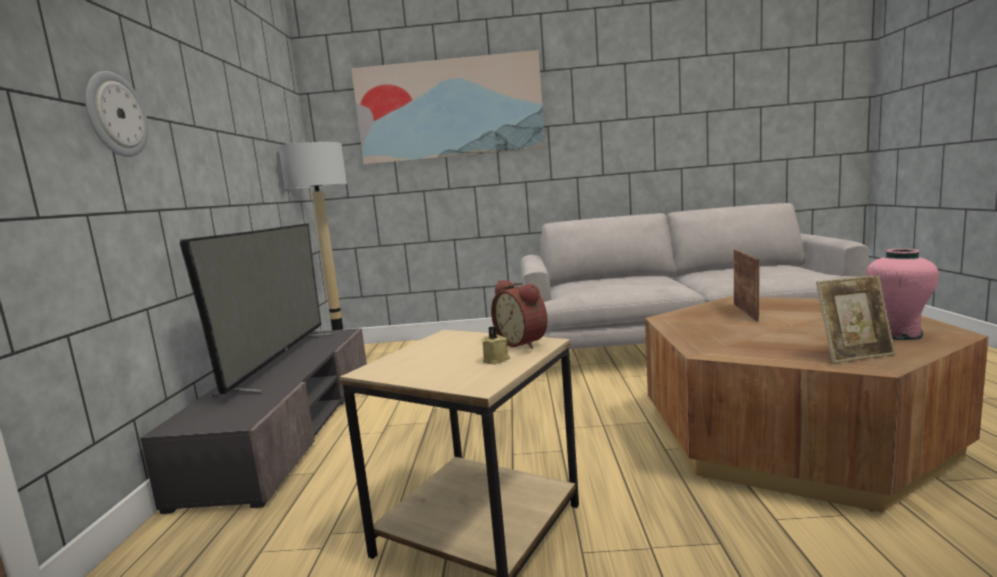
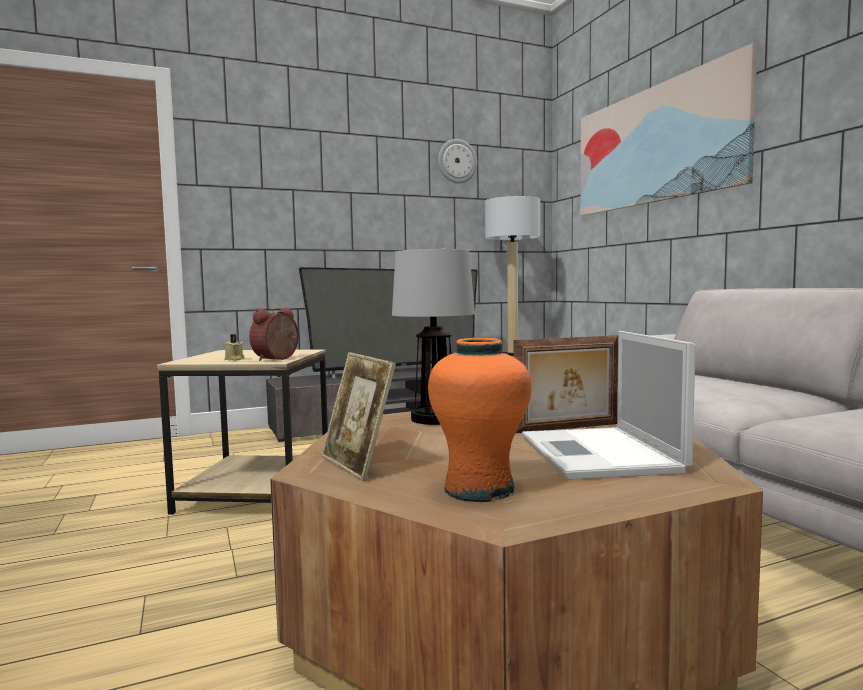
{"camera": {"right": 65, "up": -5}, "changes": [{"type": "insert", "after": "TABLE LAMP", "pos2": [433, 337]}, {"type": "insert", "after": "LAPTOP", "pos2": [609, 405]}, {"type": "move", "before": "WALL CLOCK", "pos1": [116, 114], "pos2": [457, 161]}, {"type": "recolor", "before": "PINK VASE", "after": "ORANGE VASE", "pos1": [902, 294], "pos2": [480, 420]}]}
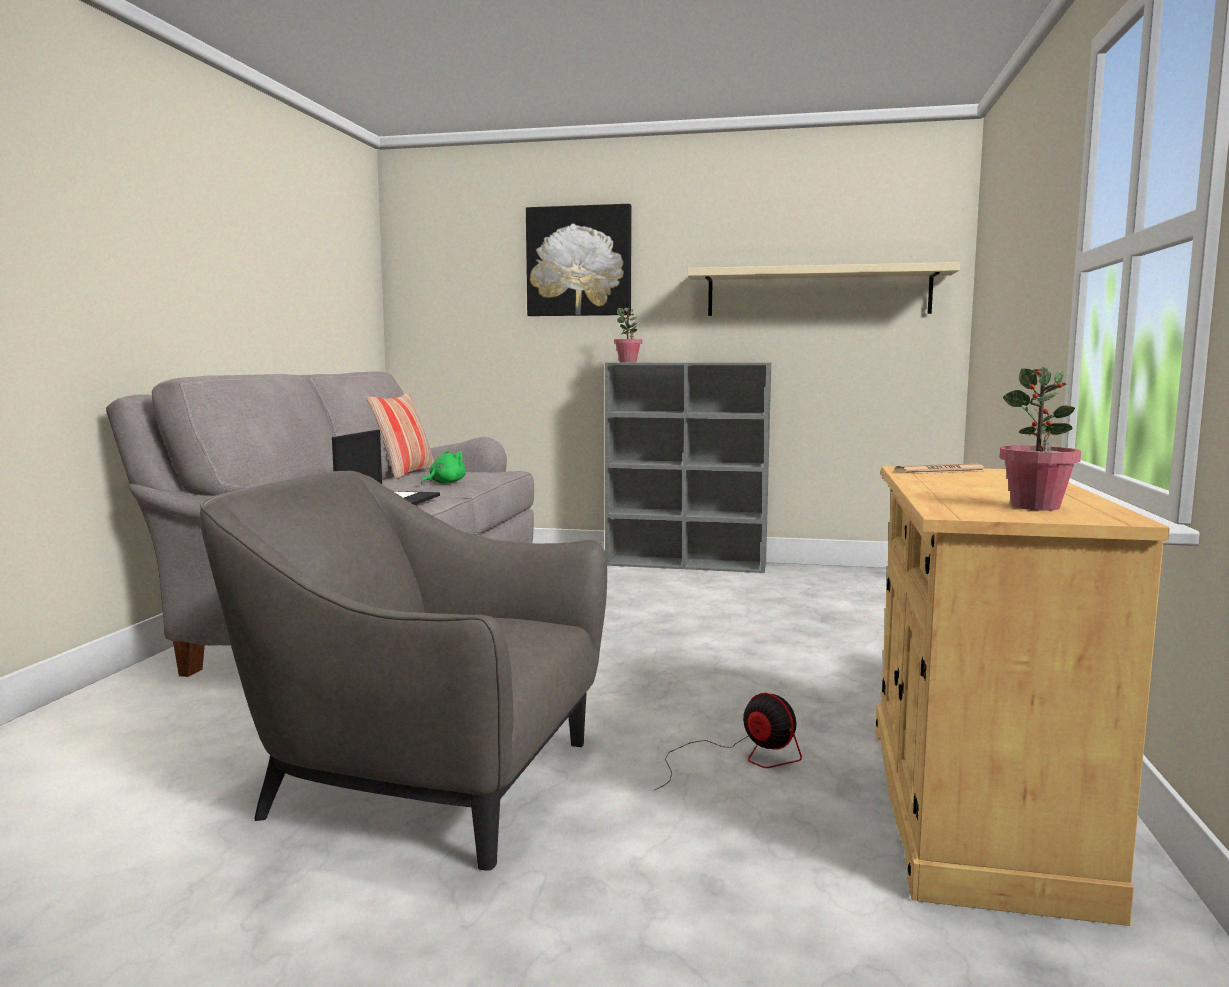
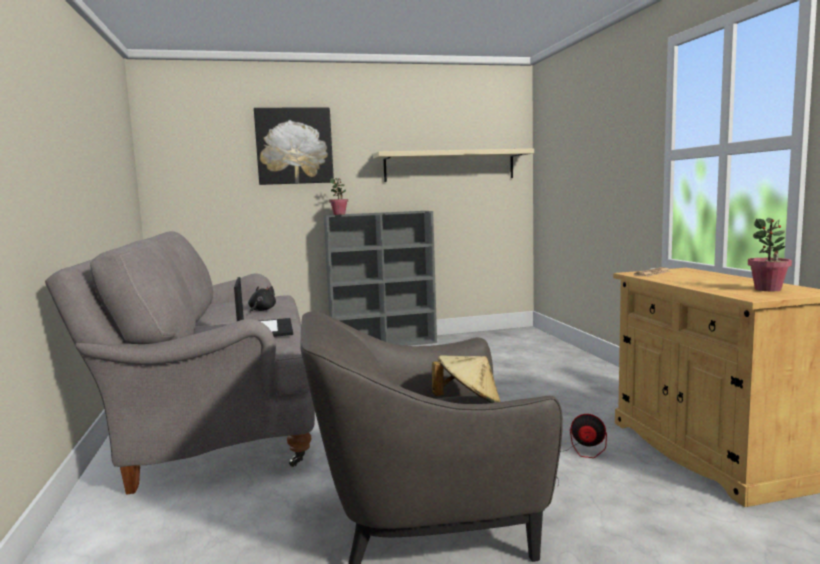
{"camera": {"right": -25, "up": 0}, "changes": [{"type": "delete", "before": "PILLOW", "pos1": [400, 436]}, {"type": "insert", "after": "BEIGE HAT", "pos2": [466, 379]}, {"type": "recolor", "before": "GREEN PLUSH TOY", "after": "BLACK PLUSH TOY", "pos1": [443, 467], "pos2": [262, 299]}]}
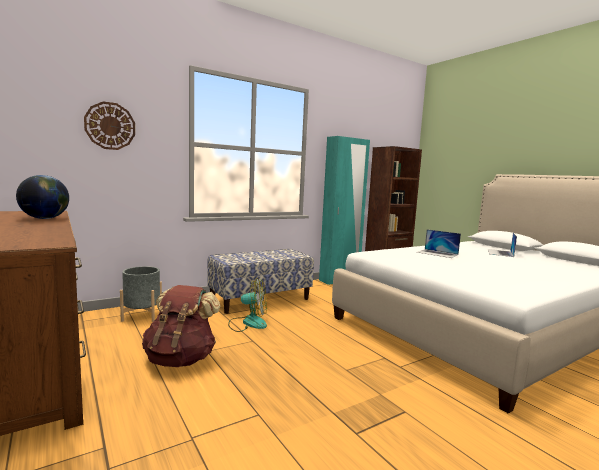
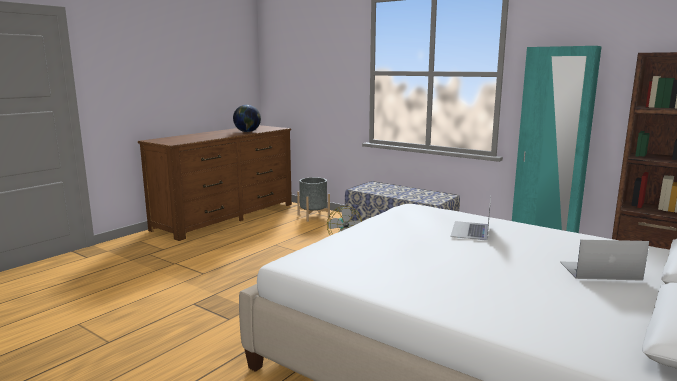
{"camera": {"right": 70, "up": 5}, "changes": [{"type": "delete", "before": "WALL CLOCK", "pos1": [109, 125]}, {"type": "delete", "before": "BROWN BACKPACK", "pos1": [181, 326]}]}
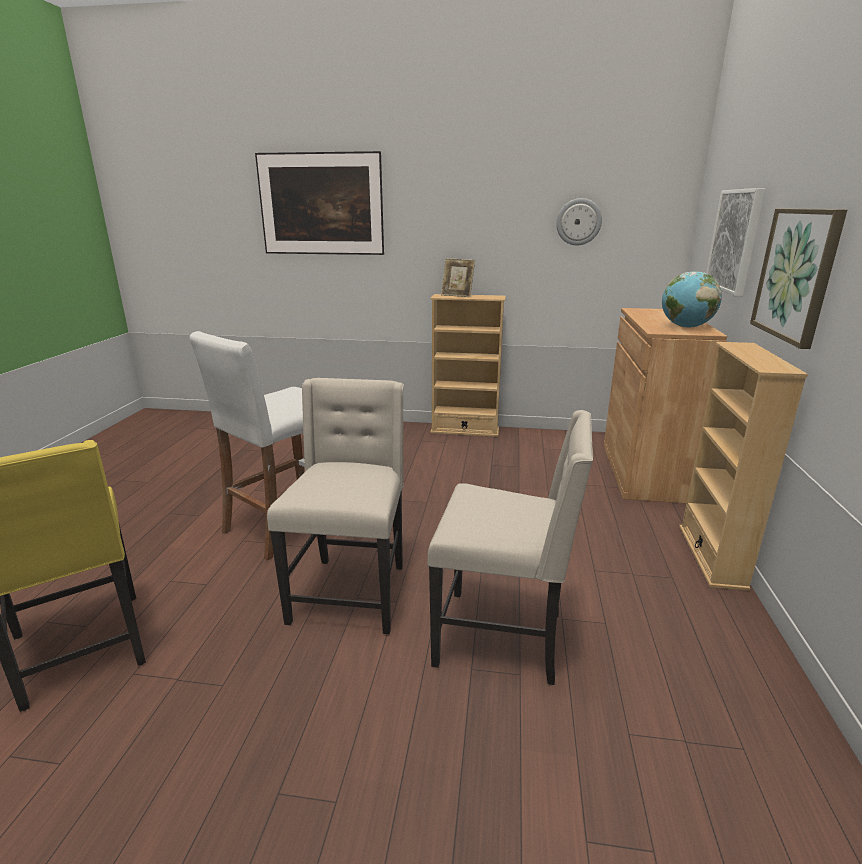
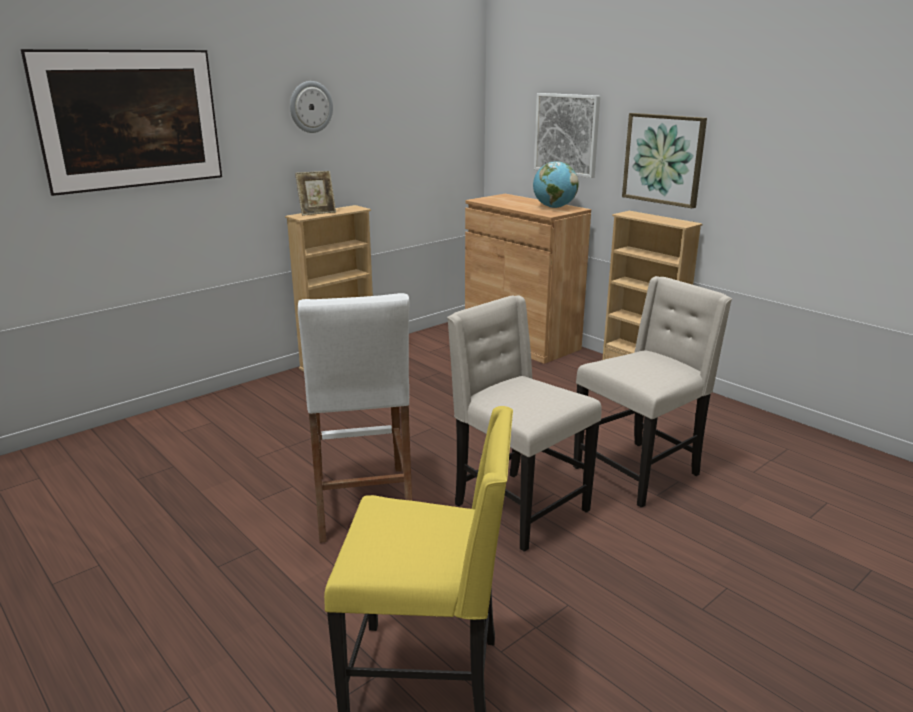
{"camera": {"right": -50, "up": 0}, "changes": [{"type": "move", "before": "WALL CLOCK", "pos1": [579, 221], "pos2": [311, 107]}]}
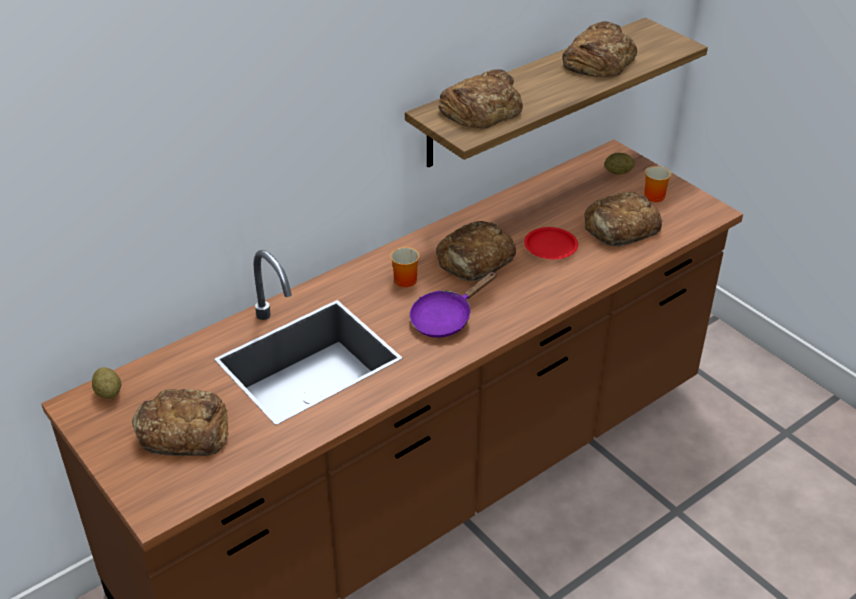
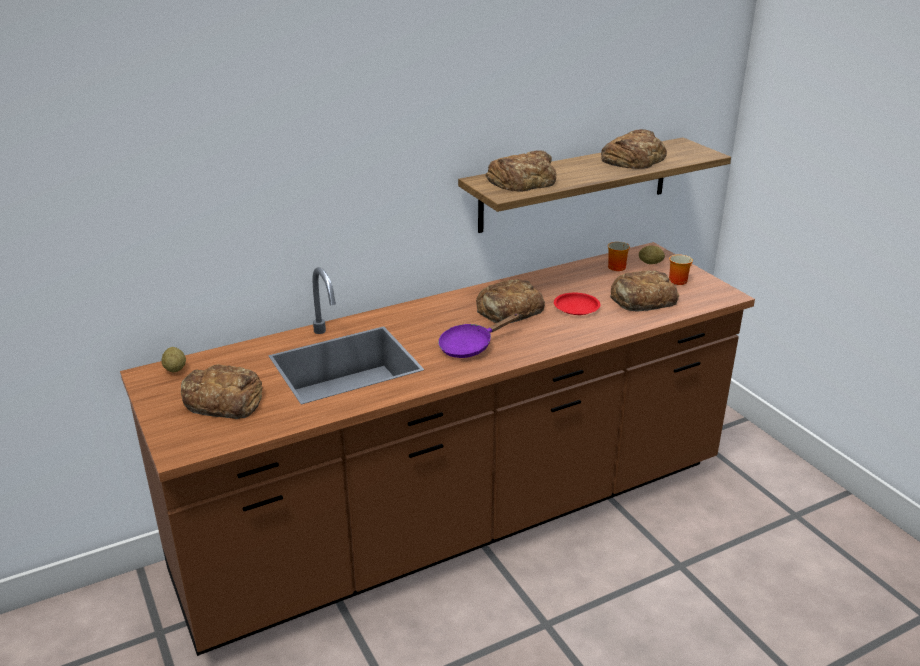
{"camera": {"right": 10, "up": -10}, "changes": [{"type": "move", "before": "MUG", "pos1": [405, 267], "pos2": [619, 256]}]}
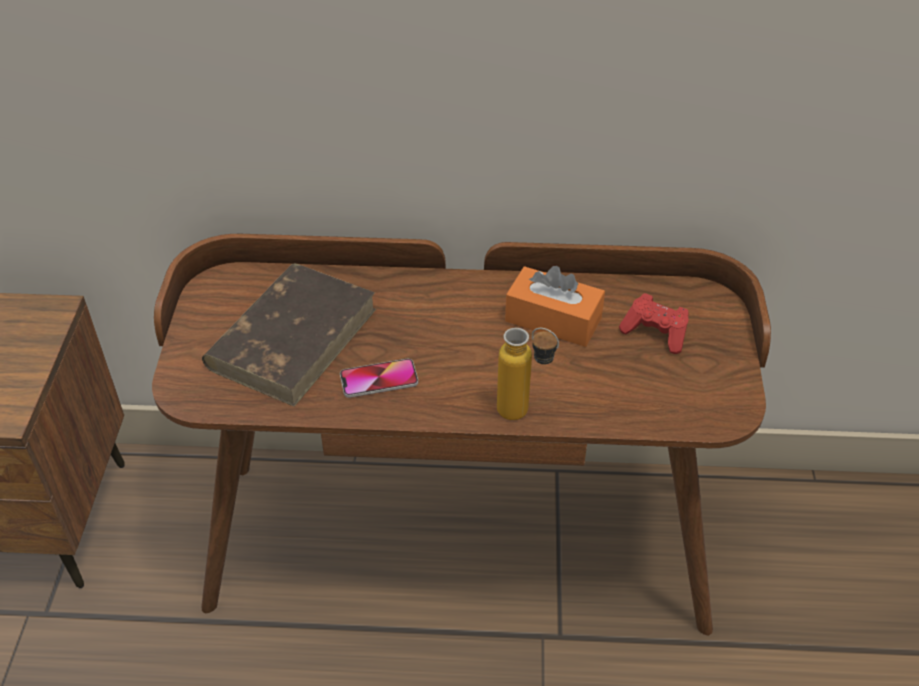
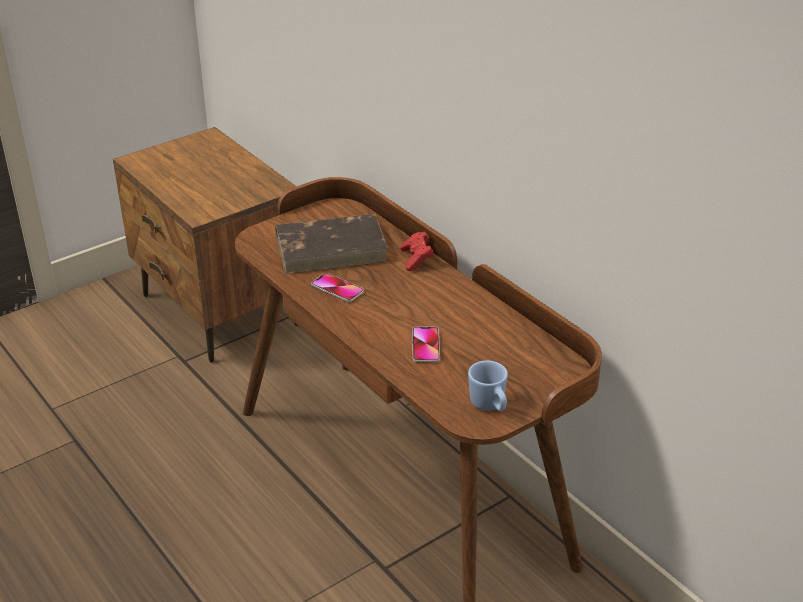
{"camera": {"right": 50, "up": -10}, "changes": [{"type": "delete", "before": "BOTTLE", "pos1": [528, 374]}, {"type": "delete", "before": "ORANGE TISSUE BOX", "pos1": [555, 306]}, {"type": "insert", "after": "PHONE", "pos2": [426, 345]}, {"type": "insert", "after": "BLUE MUG", "pos2": [488, 386]}, {"type": "move", "before": "RED GAME CONTROLLER", "pos1": [654, 323], "pos2": [417, 251]}]}
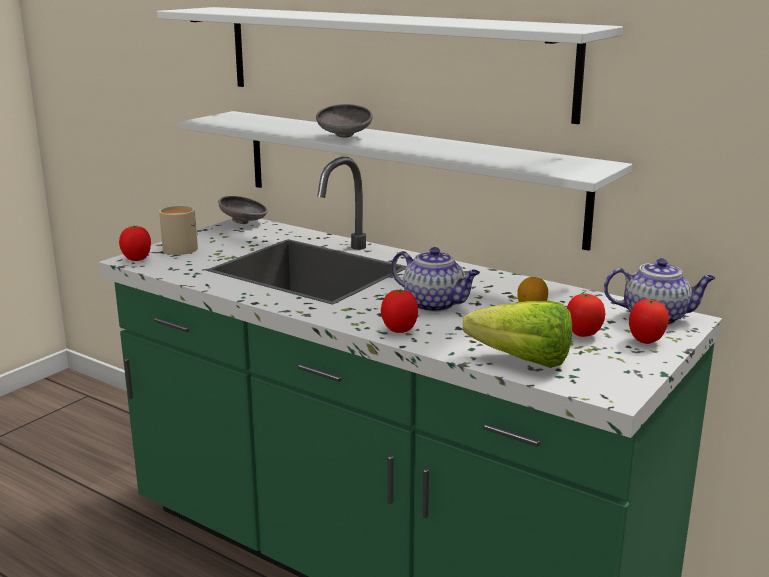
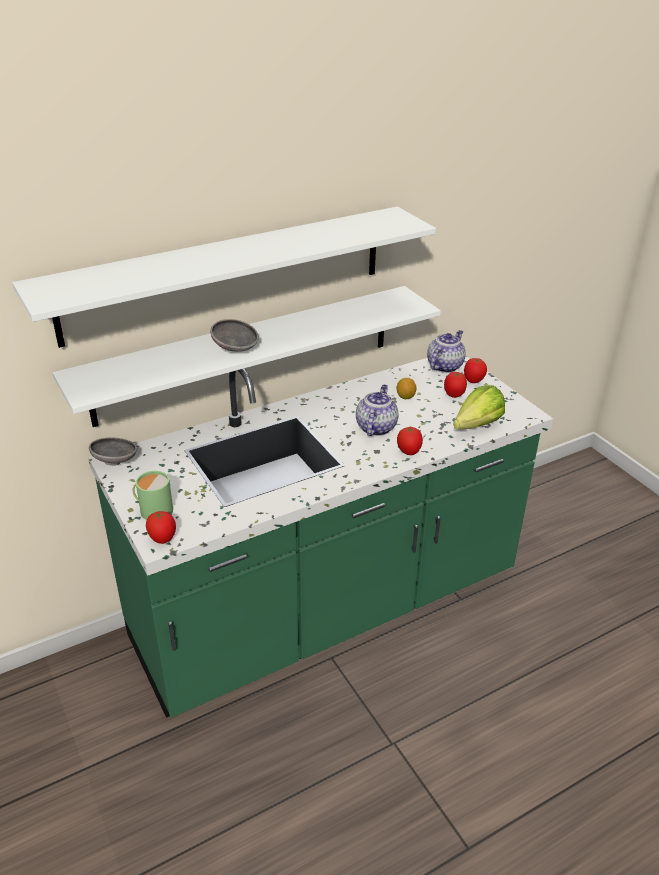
{"camera": {"right": -65, "up": 15}, "changes": [{"type": "recolor", "before": "BEIGE MUG", "after": "GREEN MUG", "pos1": [178, 230], "pos2": [153, 495]}, {"type": "rotate", "before": "TEAPOT", "pos1": [435, 279], "pos2": [377, 410], "turn": -45}]}
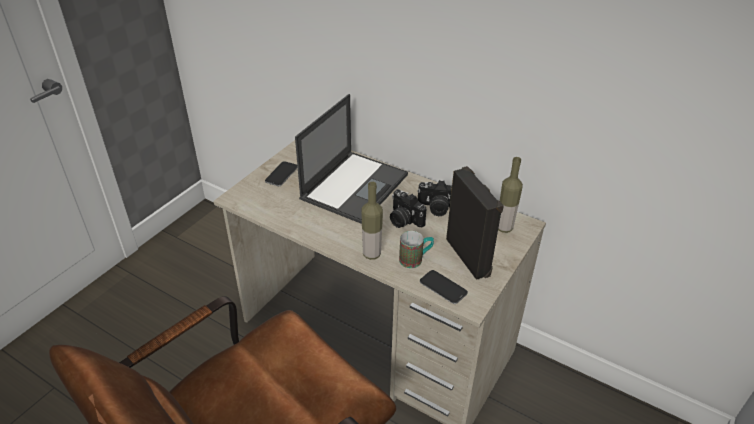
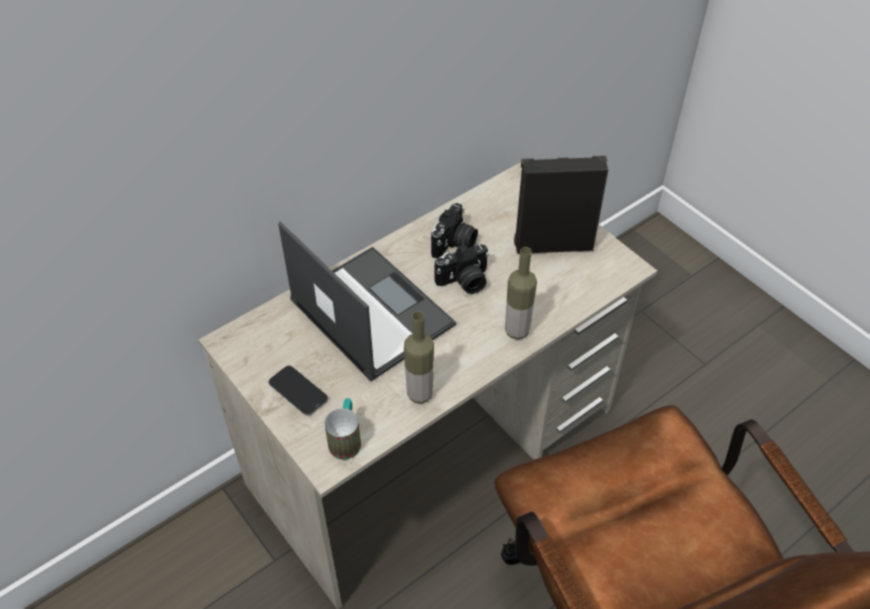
{"camera": {"right": -70, "up": 10}, "changes": [{"type": "delete", "before": "PHONE", "pos1": [444, 287]}, {"type": "move", "before": "MUG", "pos1": [416, 249], "pos2": [343, 429]}, {"type": "move", "before": "BOTTLE", "pos1": [510, 195], "pos2": [419, 357]}]}
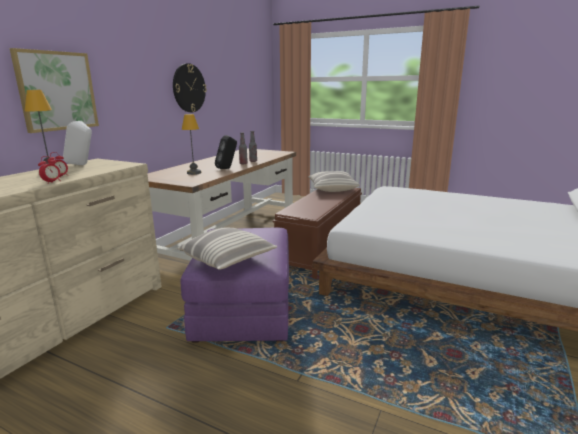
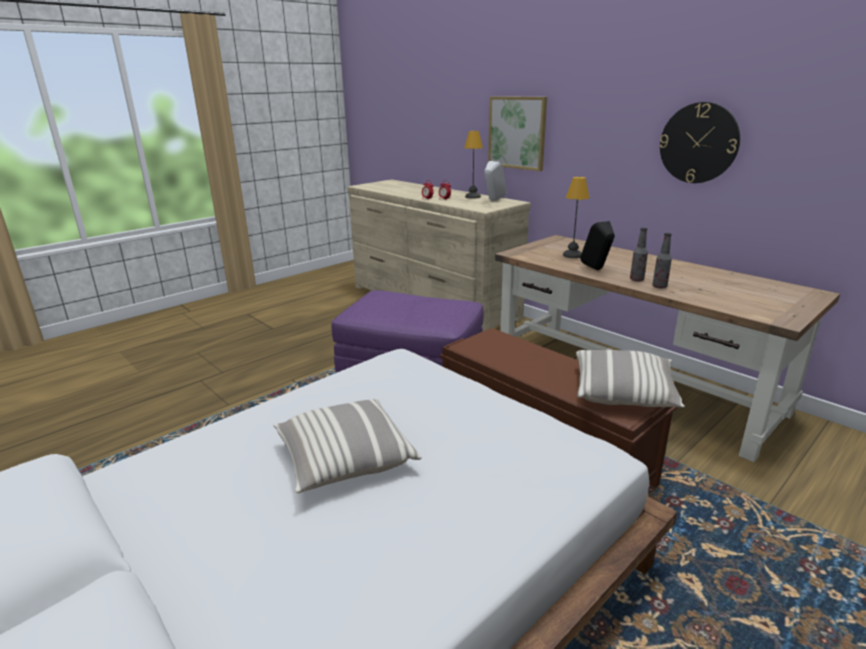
{"camera": {"right": 110, "up": 5}, "changes": [{"type": "move", "before": "PILLOW", "pos1": [227, 248], "pos2": [347, 446]}]}
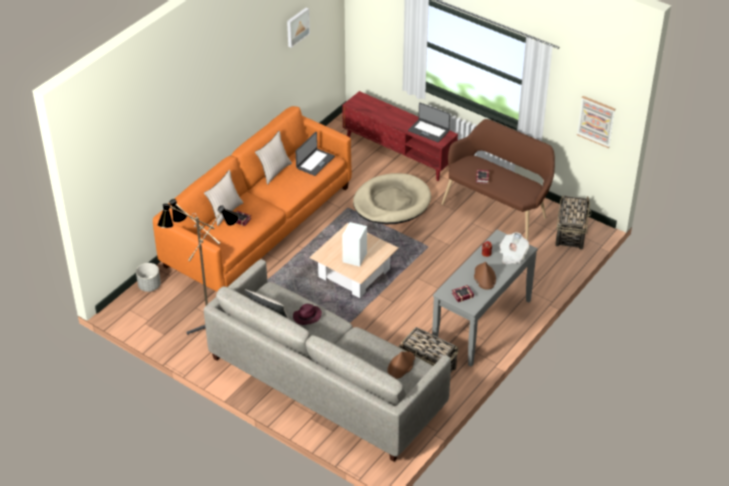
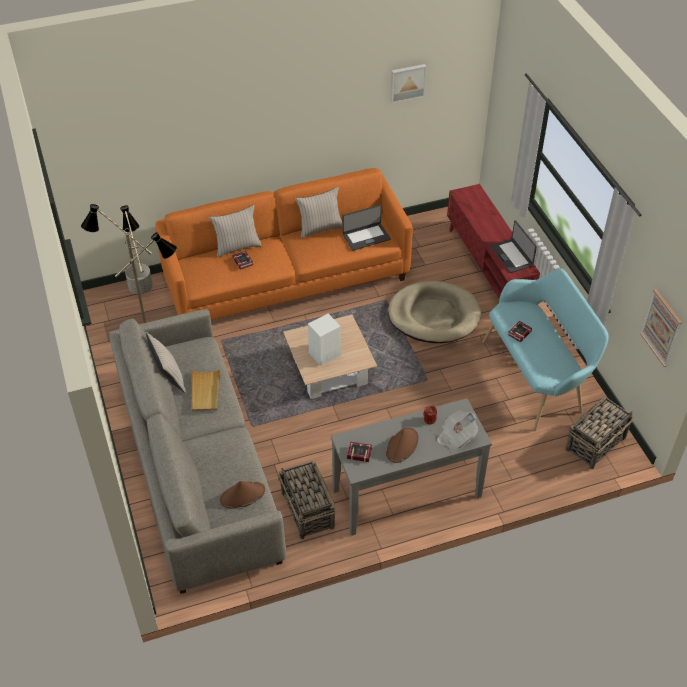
{"camera": {"right": 35, "up": 5}, "changes": [{"type": "replace", "before": "PURPLE HAT", "after": "BEIGE TRAY", "pos1": [307, 314], "pos2": [206, 390]}, {"type": "recolor", "before": "BROWN BENCH", "after": "TURQUOISE BENCH", "pos1": [498, 179], "pos2": [545, 349]}]}
